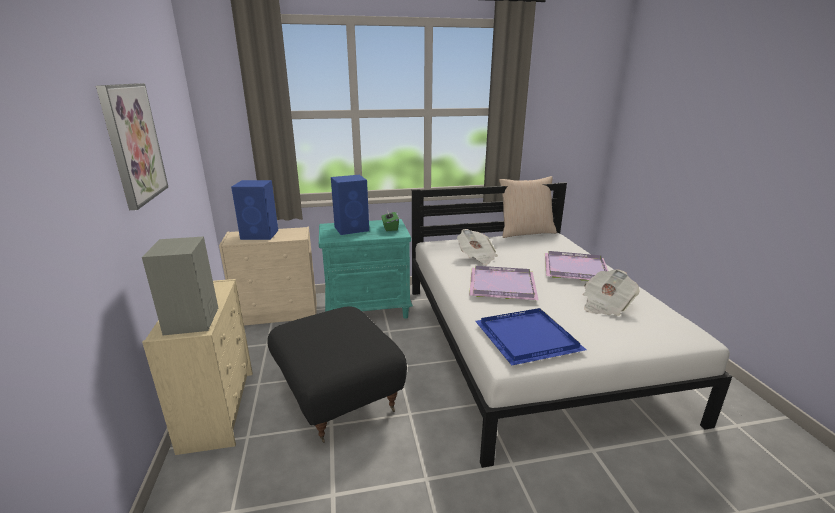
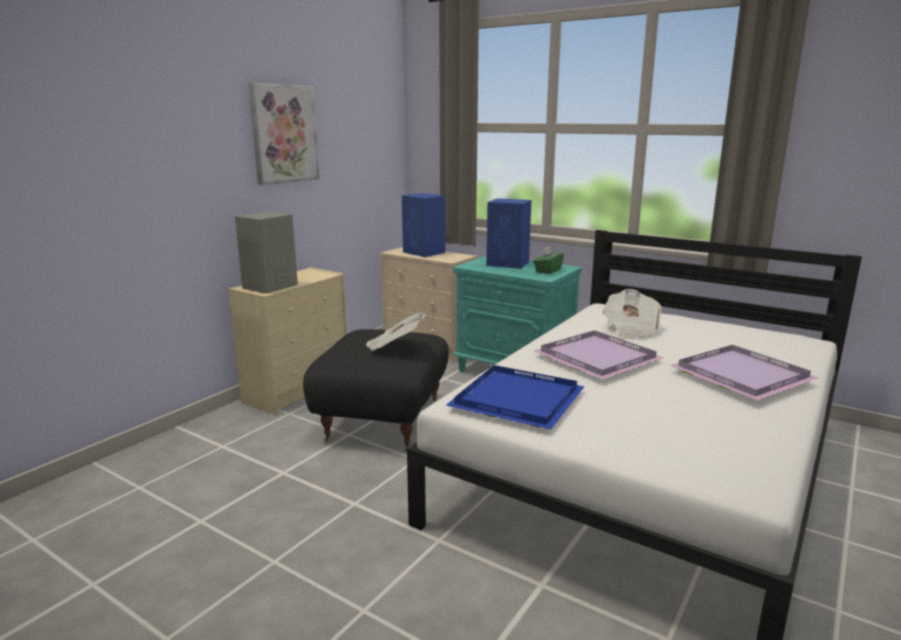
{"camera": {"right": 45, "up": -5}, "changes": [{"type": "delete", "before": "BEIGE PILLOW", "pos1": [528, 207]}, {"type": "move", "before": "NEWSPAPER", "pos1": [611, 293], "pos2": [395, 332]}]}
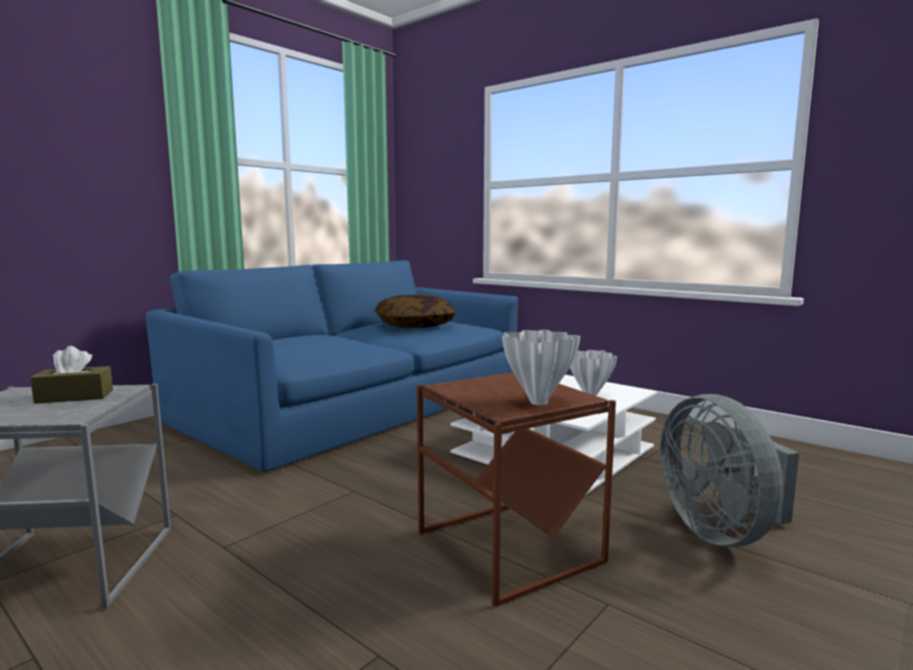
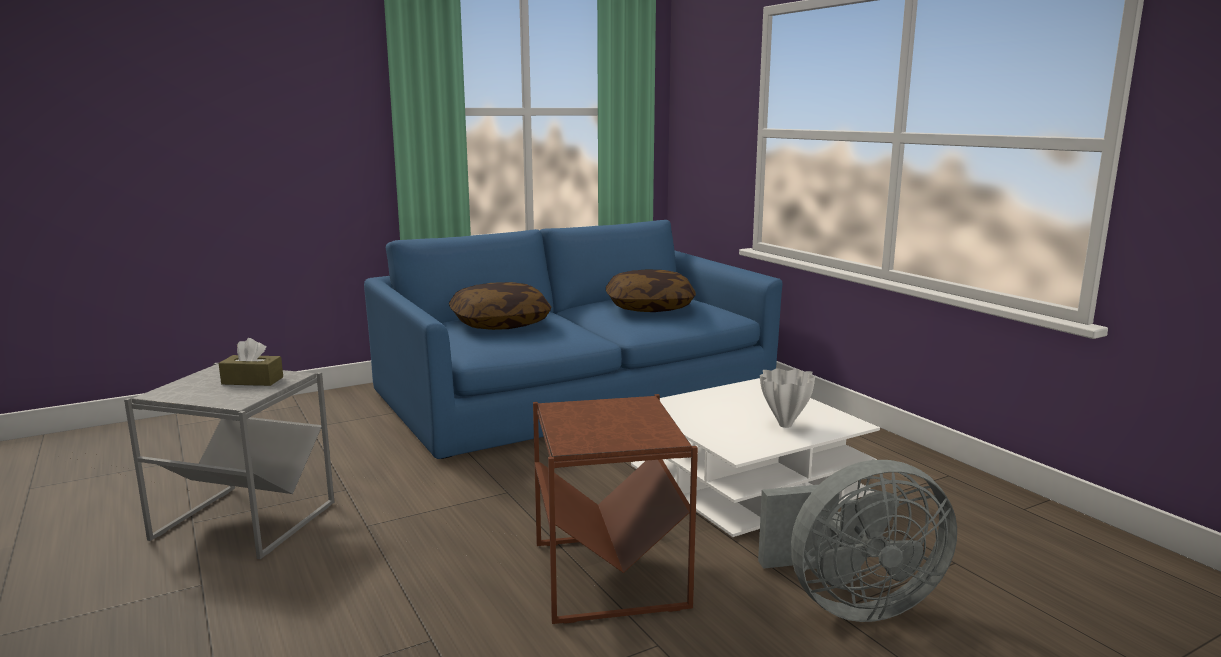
{"camera": {"right": 20, "up": 5}, "changes": [{"type": "delete", "before": "WHITE VASE", "pos1": [541, 367]}, {"type": "insert", "after": "PILLOW", "pos2": [500, 306]}, {"type": "rotate", "before": "GREY FAN", "pos1": [729, 470], "pos2": [857, 541], "turn": -105}]}
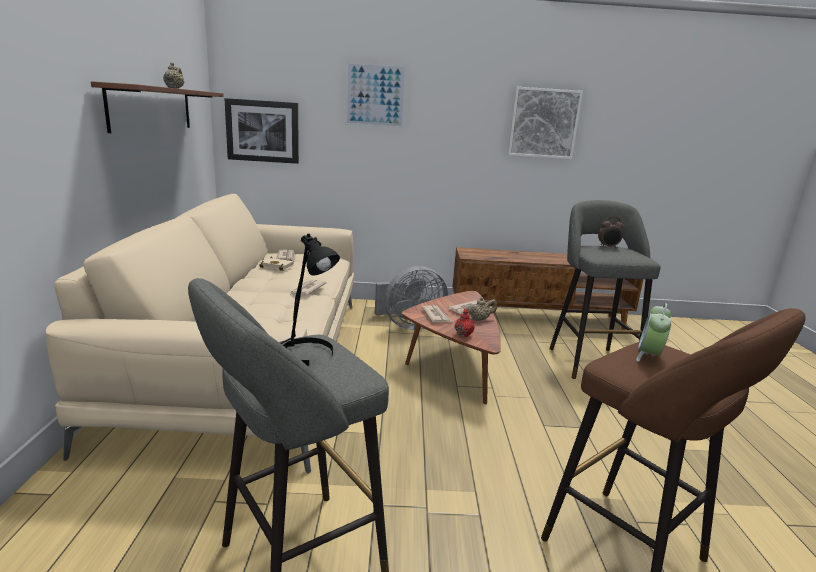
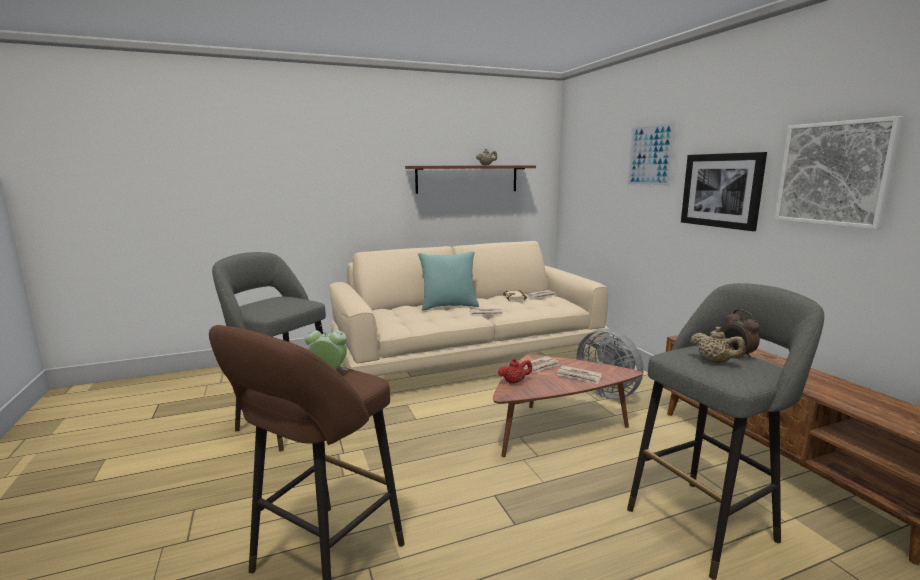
{"camera": {"right": 70, "up": -5}, "changes": [{"type": "delete", "before": "BLACK TABLE LAMP", "pos1": [310, 300]}, {"type": "insert", "after": "TURQUOISE PILLOW", "pos2": [448, 280]}, {"type": "move", "before": "PICTURE", "pos1": [261, 131], "pos2": [724, 191]}, {"type": "move", "before": "BEIGE TEAPOT", "pos1": [481, 309], "pos2": [718, 345]}]}
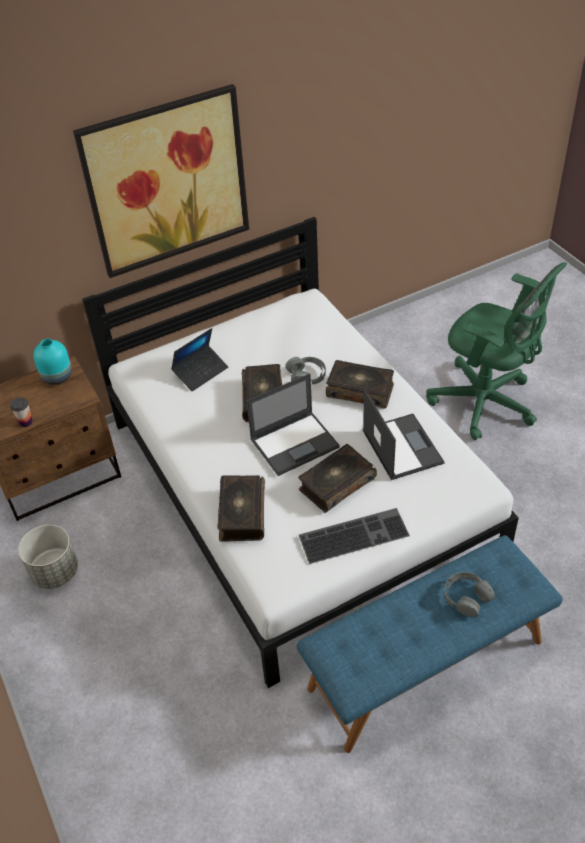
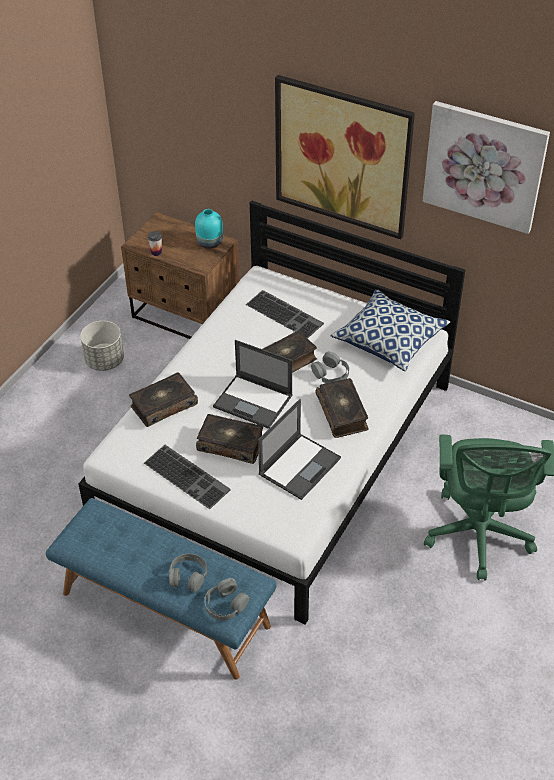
{"camera": {"right": 55, "up": 0}, "changes": [{"type": "insert", "after": "GREY HEADPHONES", "pos2": [227, 599]}, {"type": "insert", "after": "PILLOW", "pos2": [390, 330]}, {"type": "insert", "after": "PICTURE", "pos2": [486, 167]}, {"type": "replace", "before": "LAPTOP", "after": "KEYBOARD", "pos1": [199, 359], "pos2": [285, 314]}]}
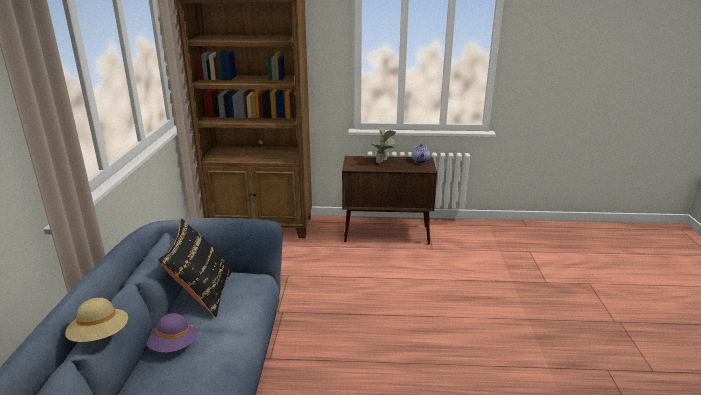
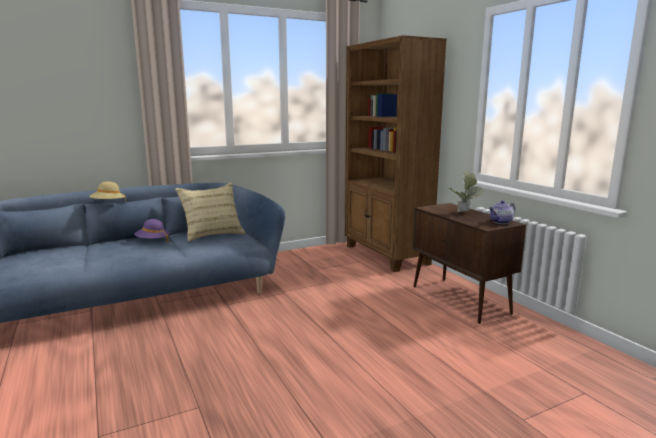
{"camera": {"right": 60, "up": -10}, "changes": [{"type": "recolor", "before": "BLACK PILLOW", "after": "BEIGE PILLOW", "pos1": [195, 267], "pos2": [210, 212]}]}
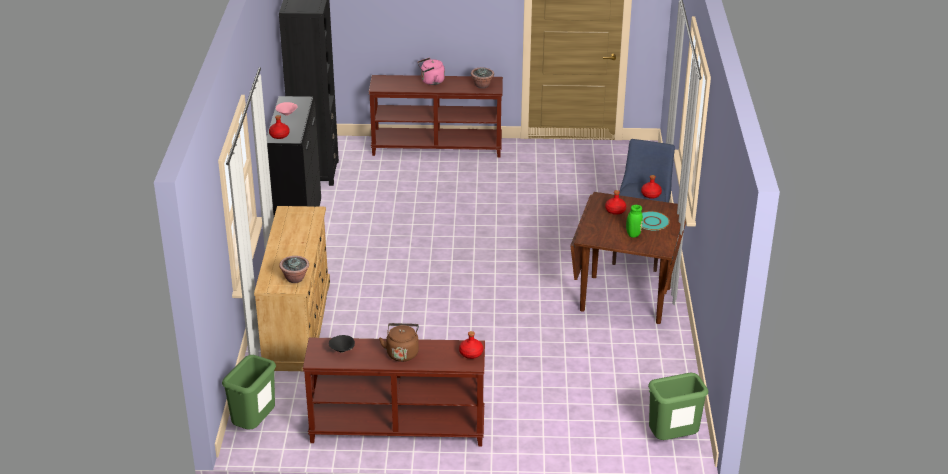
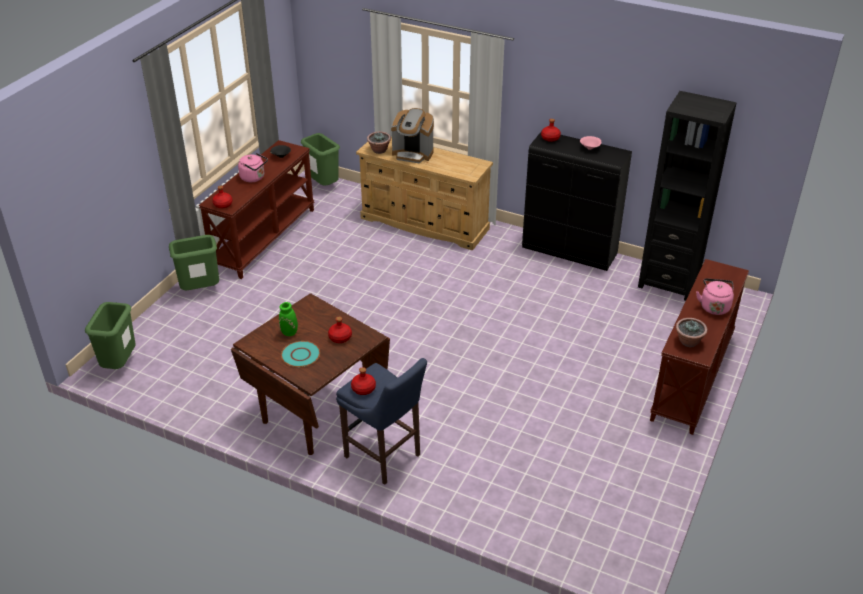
{"camera": {"right": 115, "up": 5}, "changes": [{"type": "insert", "after": "GREEN TRASH CAN", "pos2": [194, 262]}, {"type": "insert", "after": "COFFEE MACHINE", "pos2": [412, 136]}, {"type": "recolor", "before": "BROWN KETTLE", "after": "PINK KETTLE", "pos1": [399, 342], "pos2": [253, 167]}]}
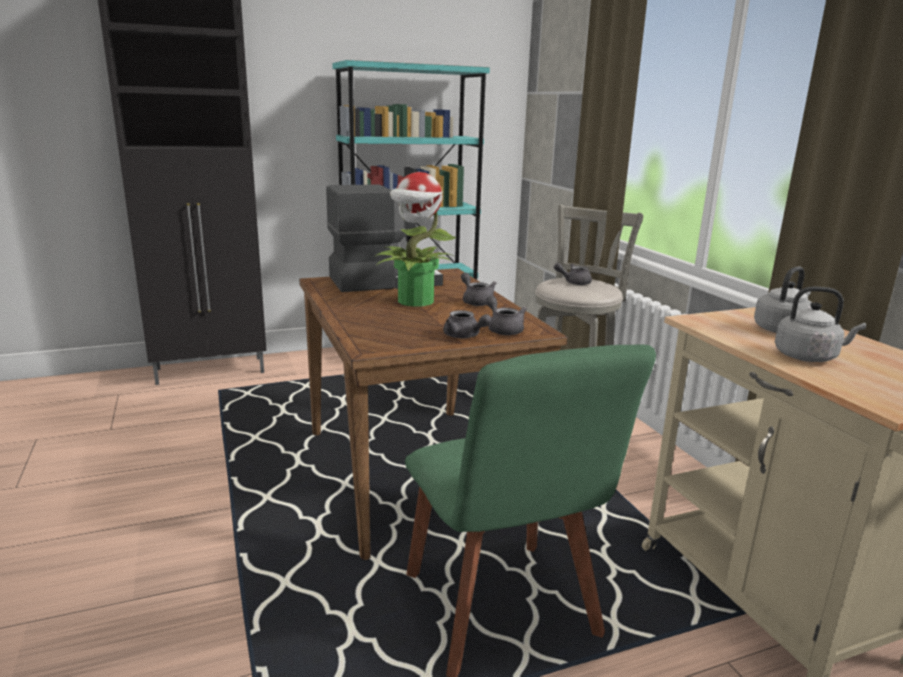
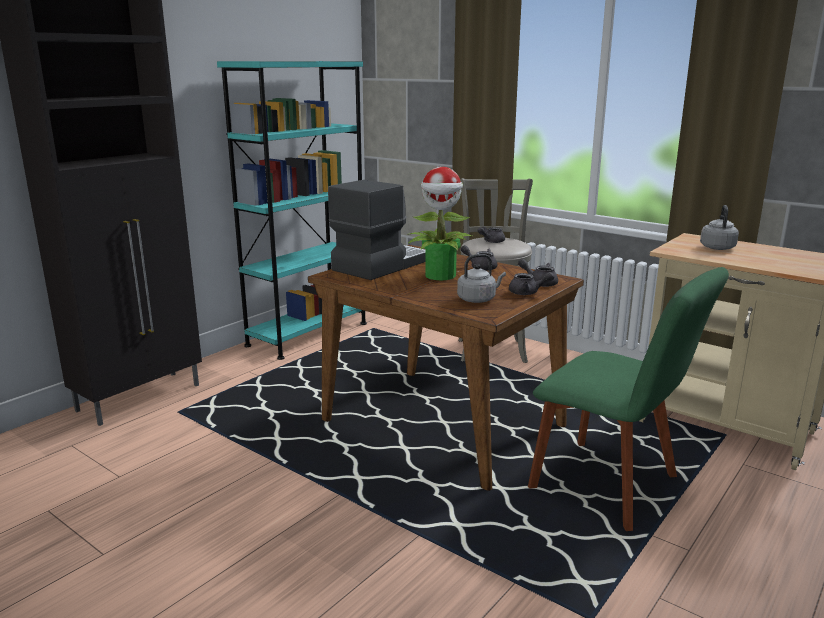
{"camera": {"right": -30, "up": 0}, "changes": [{"type": "move", "before": "GREY KETTLE", "pos1": [820, 324], "pos2": [481, 278]}]}
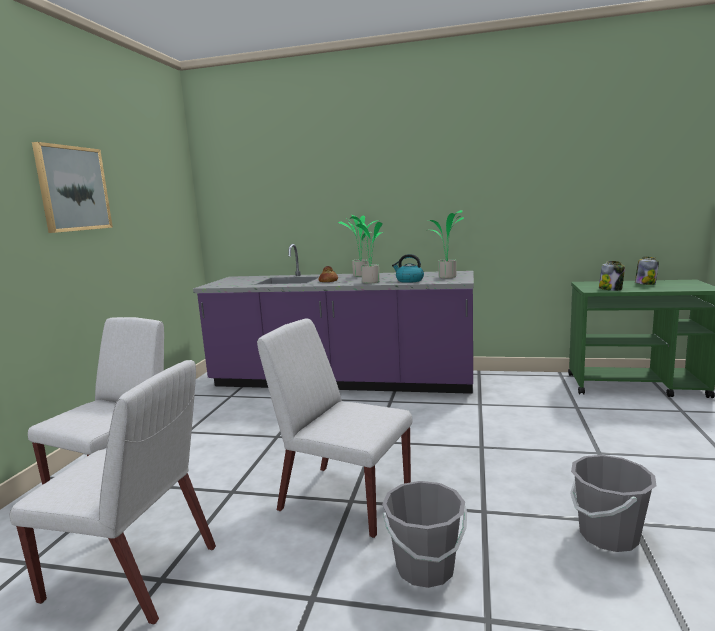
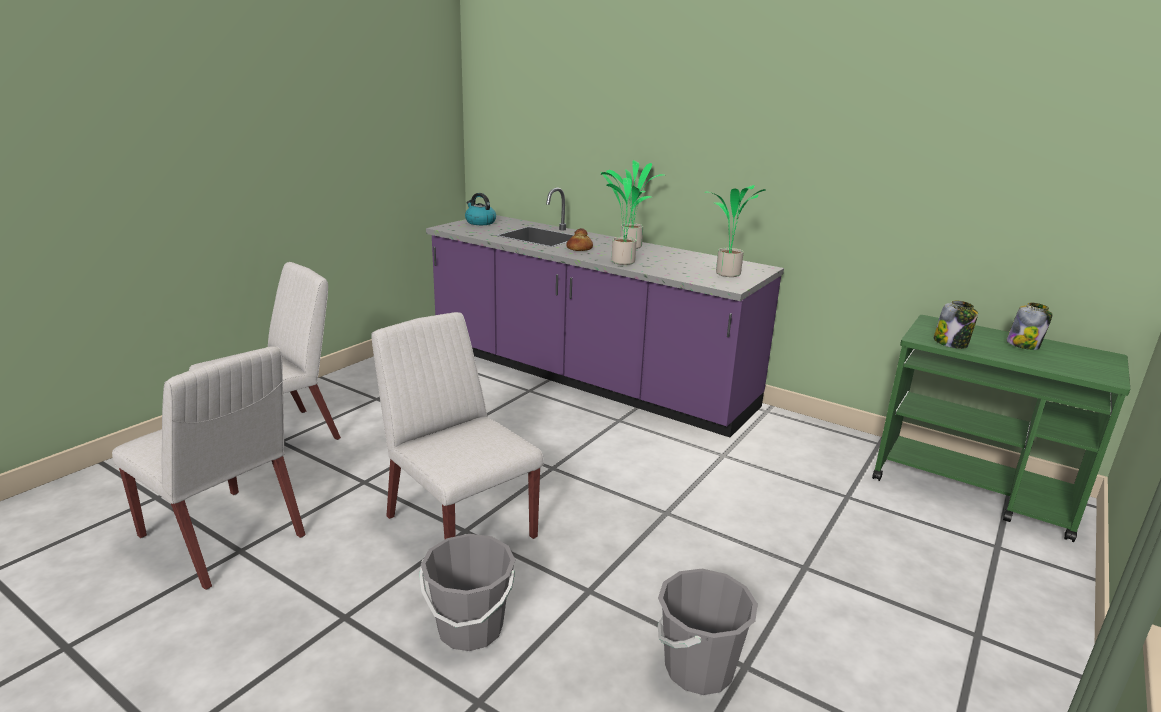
{"camera": {"right": 20, "up": 10}, "changes": [{"type": "delete", "before": "PICTURE", "pos1": [72, 187]}, {"type": "move", "before": "KETTLE", "pos1": [408, 268], "pos2": [480, 209]}]}
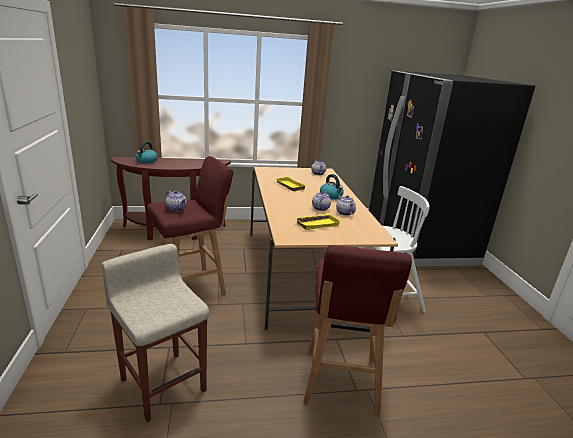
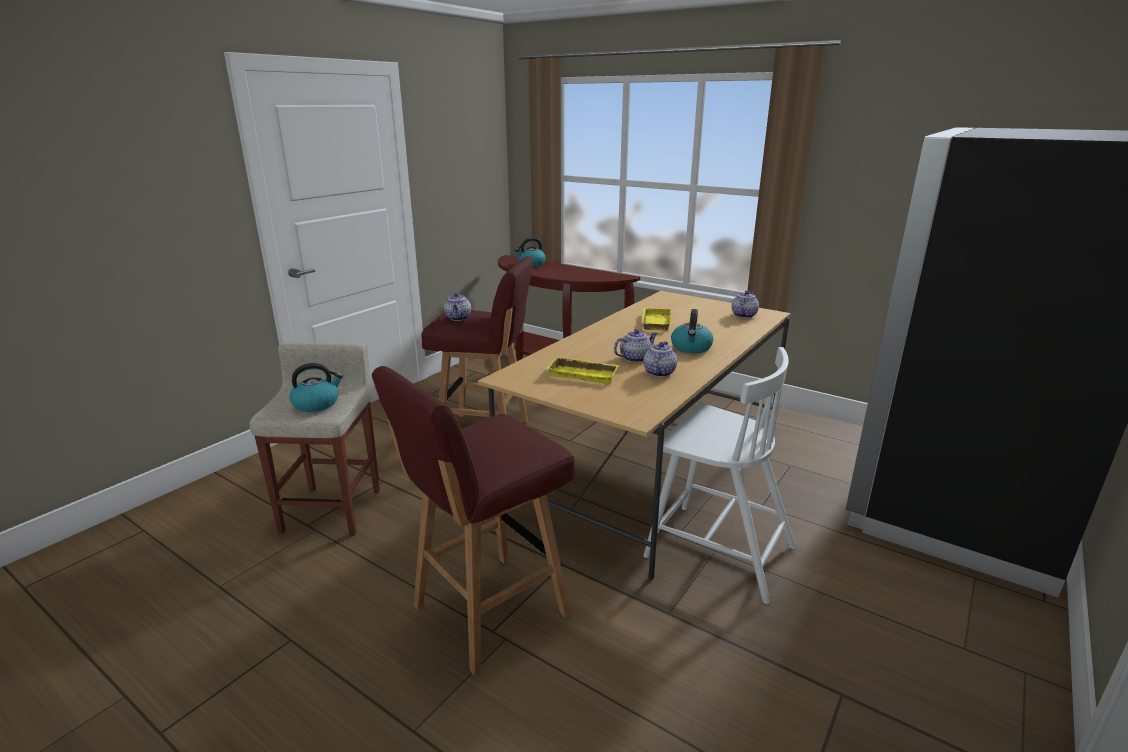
{"camera": {"right": 45, "up": 0}, "changes": [{"type": "insert", "after": "KETTLE", "pos2": [316, 387]}]}
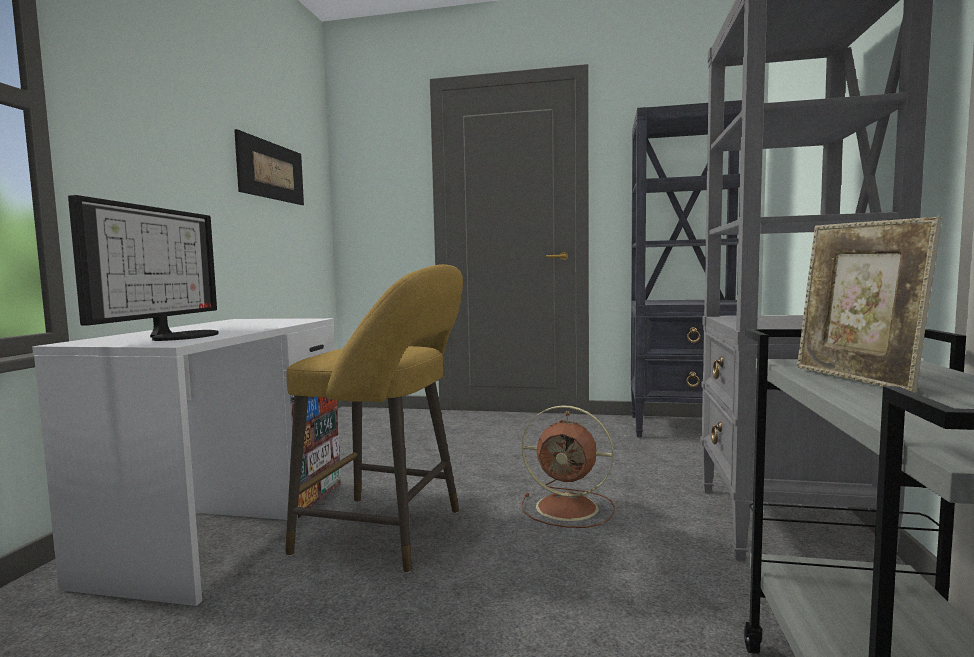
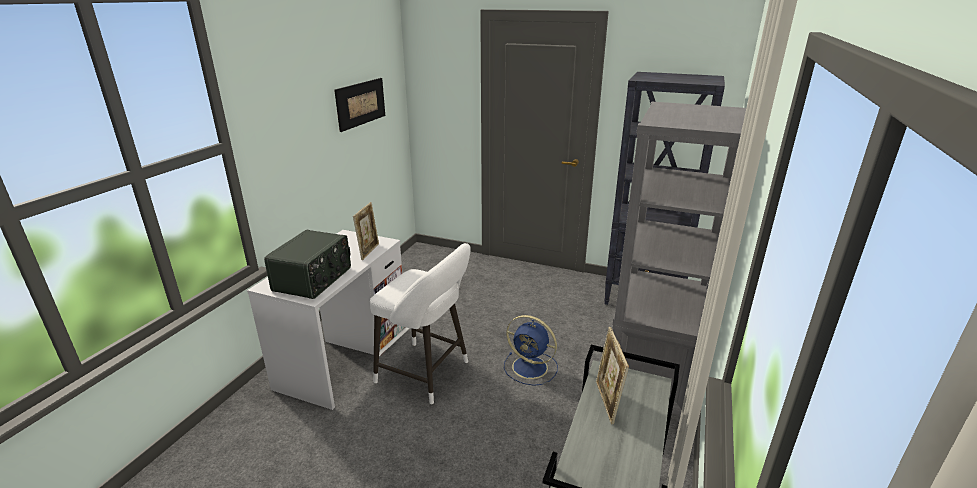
{"camera": {"right": 10, "up": 20}, "changes": [{"type": "insert", "after": "PICTURE FRAME", "pos2": [366, 231]}, {"type": "replace", "before": "MONITOR", "after": "RADIO", "pos1": [143, 268], "pos2": [307, 264]}, {"type": "recolor", "before": "YELLOW STOOL", "after": "WHITE STOOL", "pos1": [374, 418], "pos2": [420, 324]}, {"type": "recolor", "before": "BROWN FAN", "after": "BLUE FAN", "pos1": [568, 466], "pos2": [531, 350]}]}
